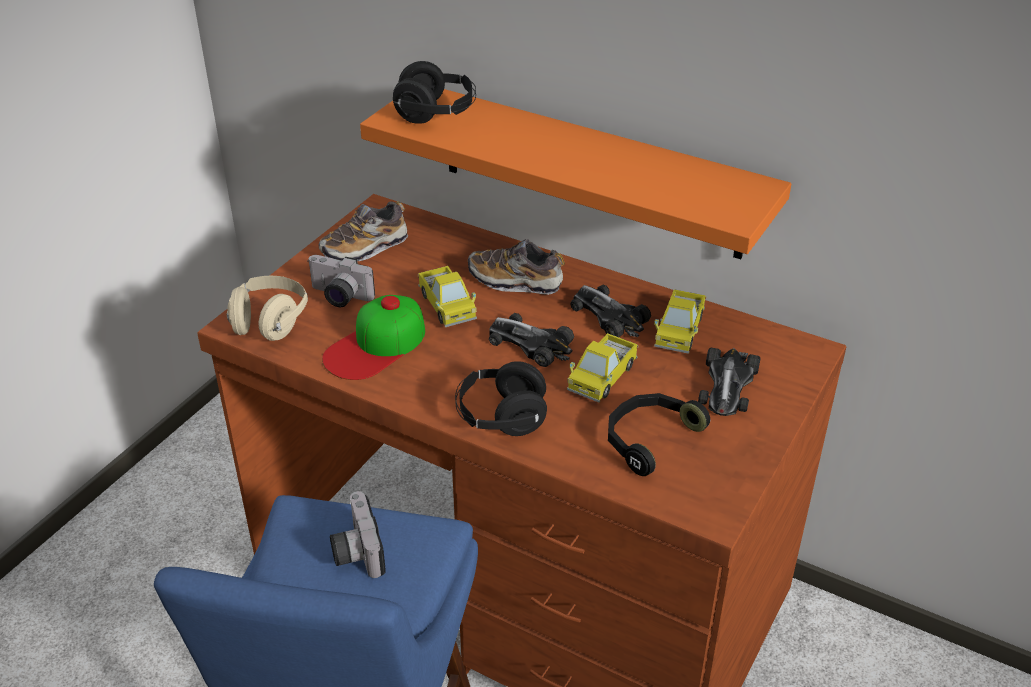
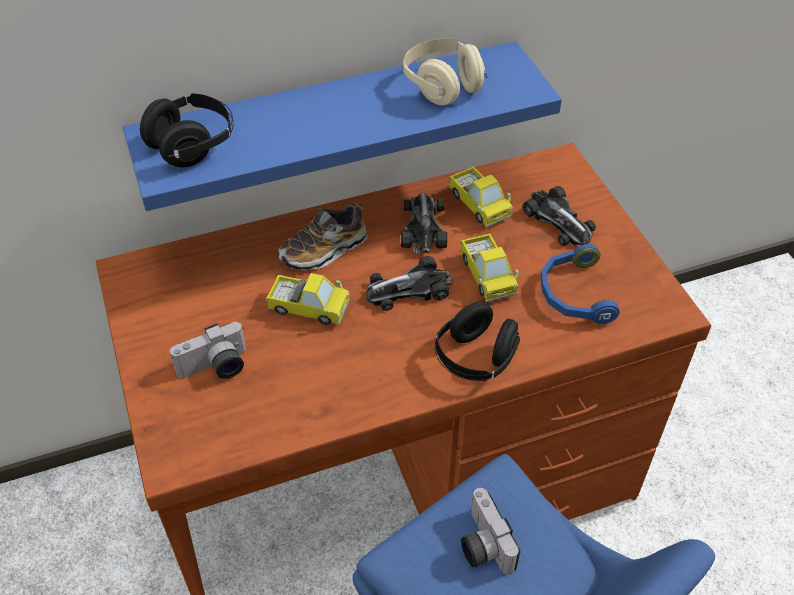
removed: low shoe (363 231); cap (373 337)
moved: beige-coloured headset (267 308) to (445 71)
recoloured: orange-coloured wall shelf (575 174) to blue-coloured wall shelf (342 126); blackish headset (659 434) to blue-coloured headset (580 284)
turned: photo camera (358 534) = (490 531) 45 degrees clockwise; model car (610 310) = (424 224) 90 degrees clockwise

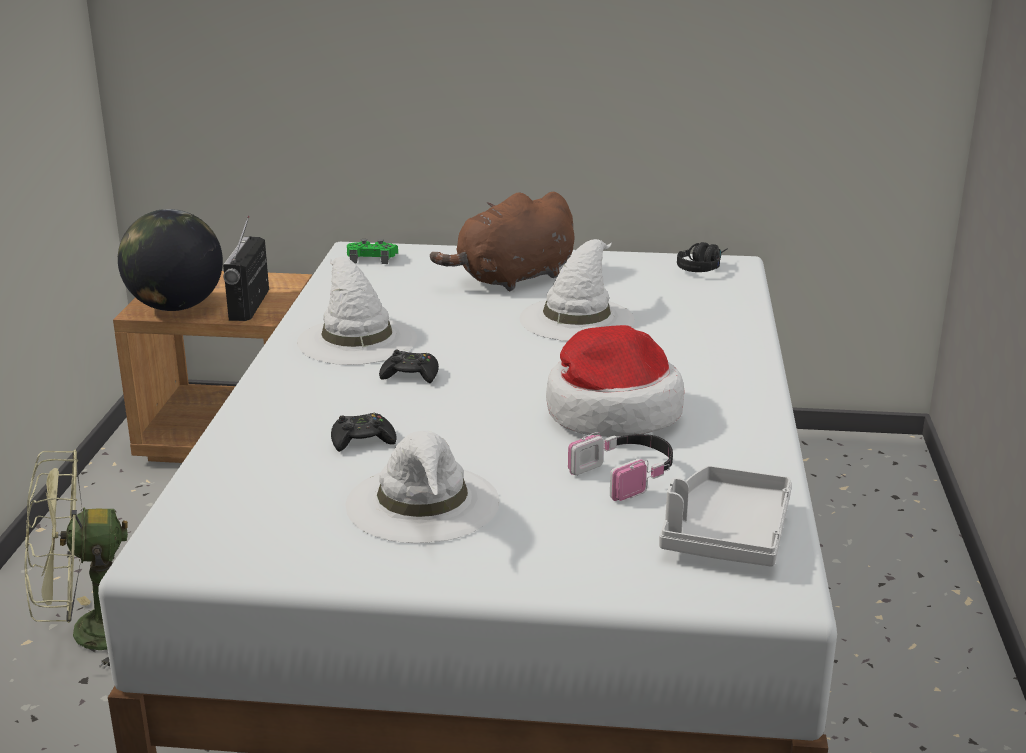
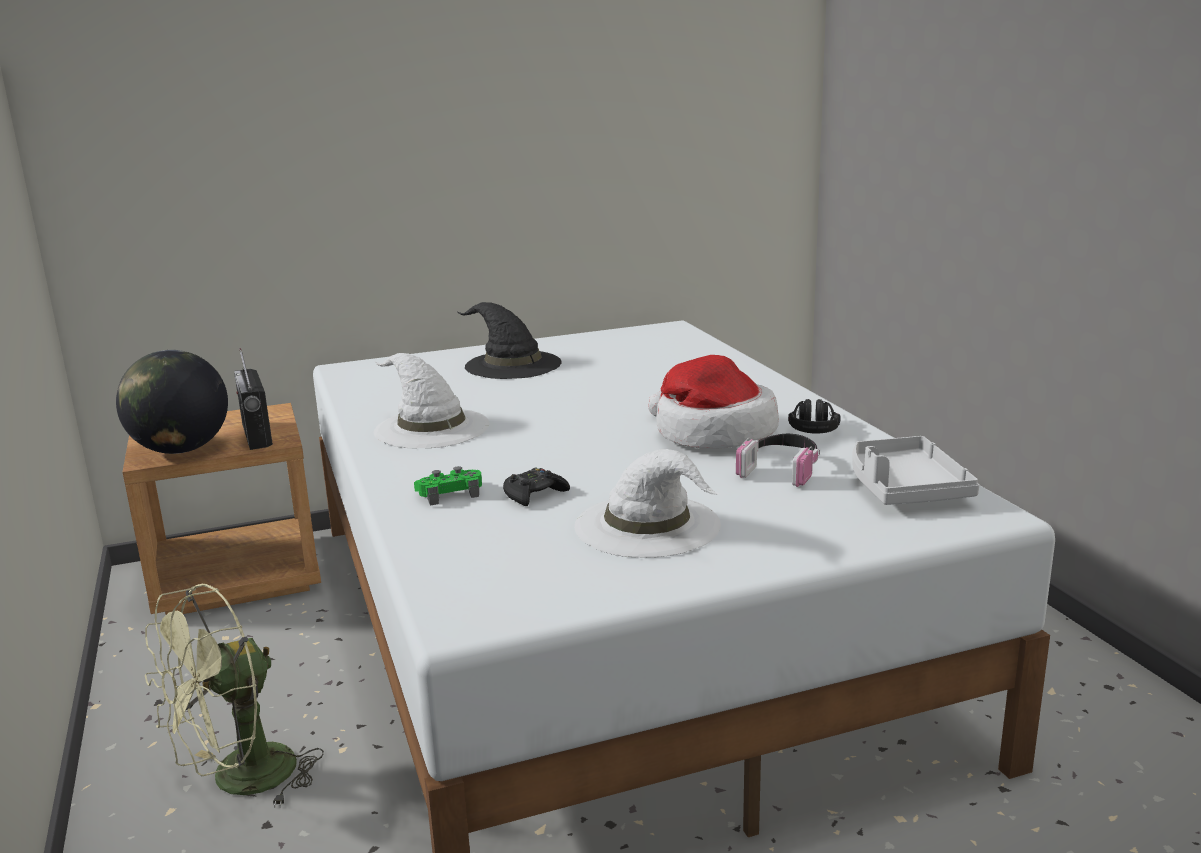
removed: blackish joypad (409 366); white clothing hat (577 290)
moved: green-coloured joypad (372 251) to (448 486); blackish headset (702 257) to (814 416)
replaced: brown cuddly toy (502 241) to blackish clothing hat (509 340)

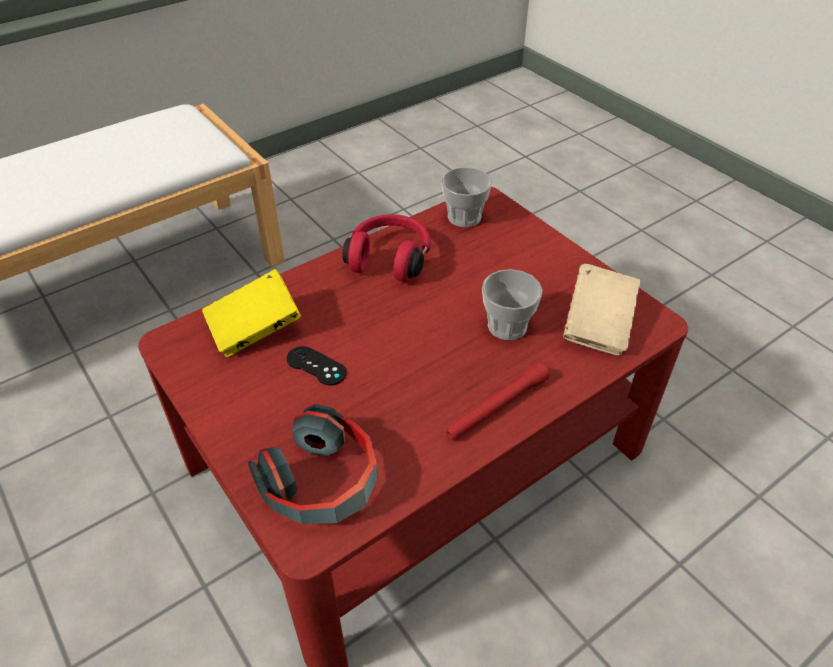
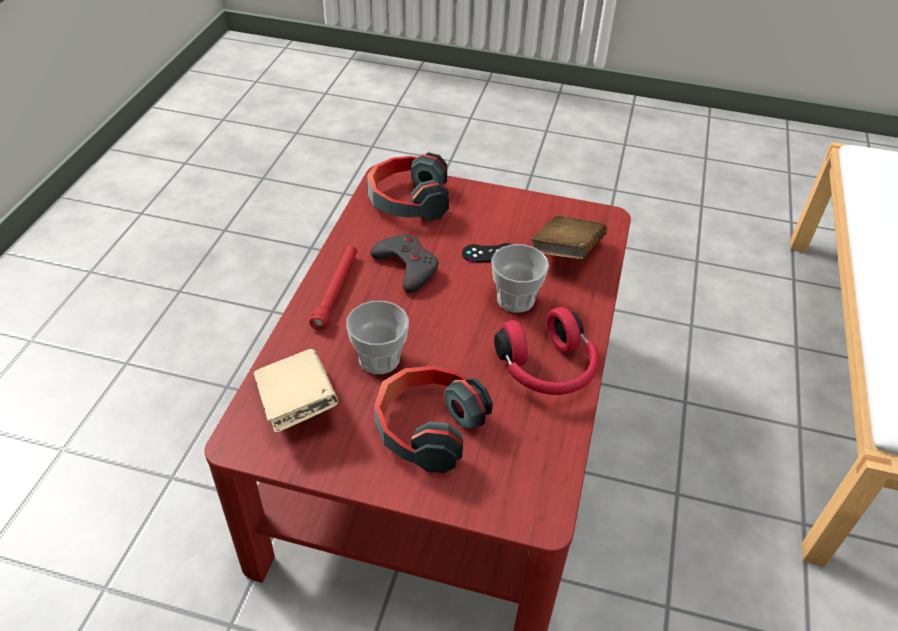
added: gray joypad (404 263); headset (433 419)
moved: drinking cup (466 197) to (520 278)
recoloured: yellow-coloured book (251 313) to brown book (569 237)

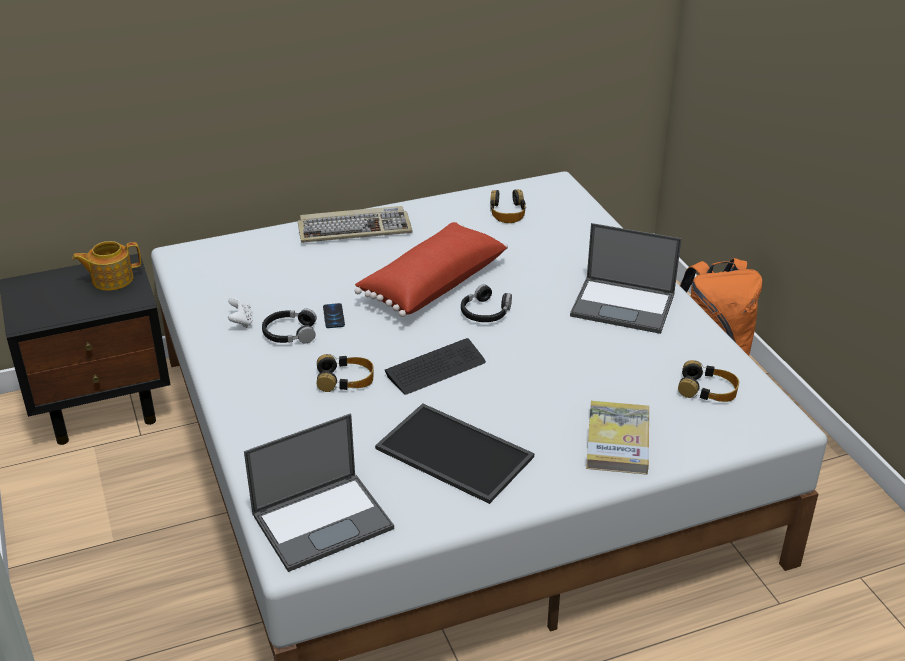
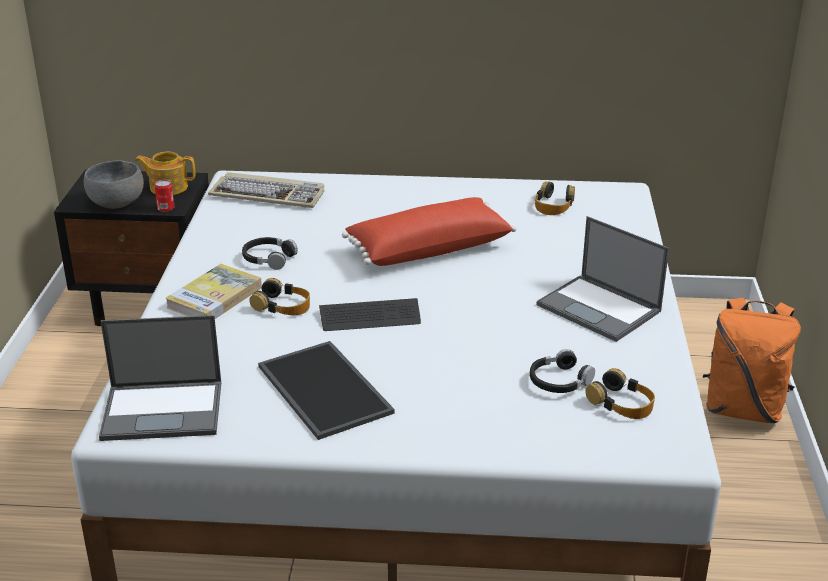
removed: white joypad (240 312); phone (334 315)
added: gray deep dish (114 185); sealed can (164 196)
moved: PC keyboard (355 224) to (266 190); blackish headset (486 303) to (562 371); book (617 438) to (213 291)

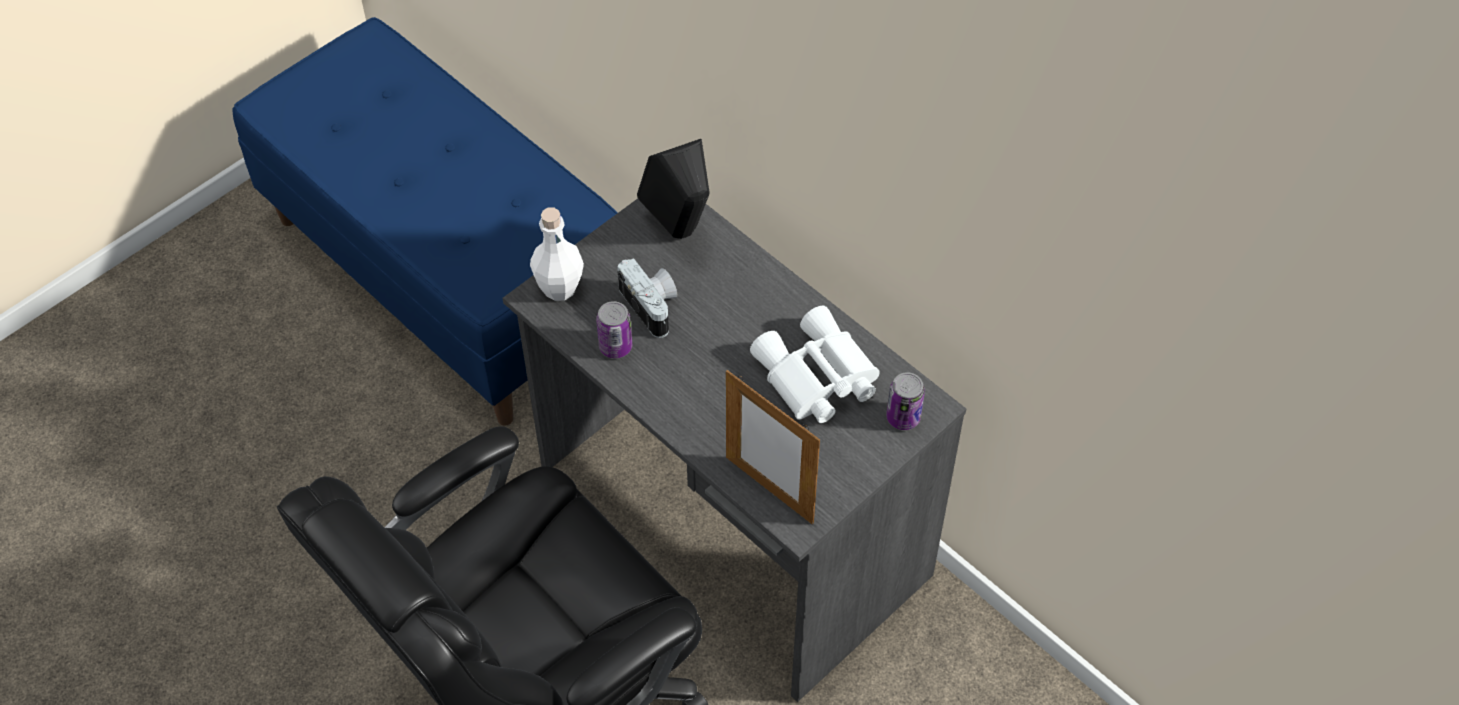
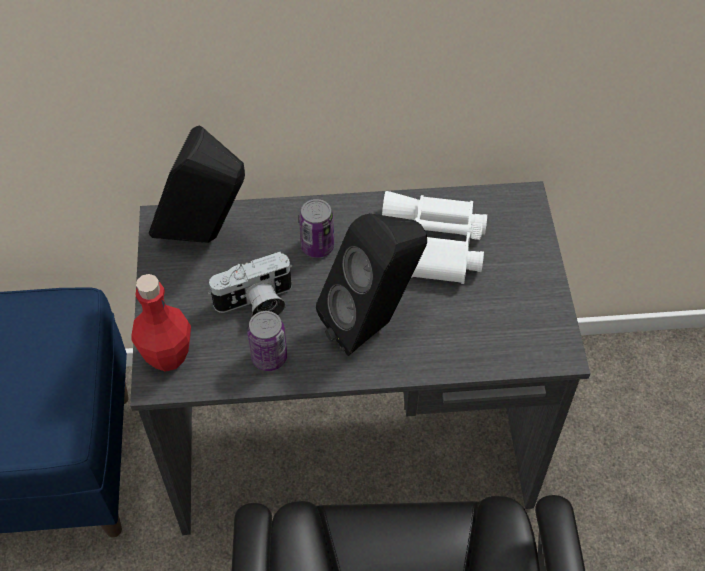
removed: standing frame (773 447)
added: blackish loudspeaker (371 284)
moved: sealed can (905 401) to (316 228)
recoloured: white bottle (557 254) to red bottle (161 323)
turned: photo camera (647 298) = (250 284) 150 degrees clockwise

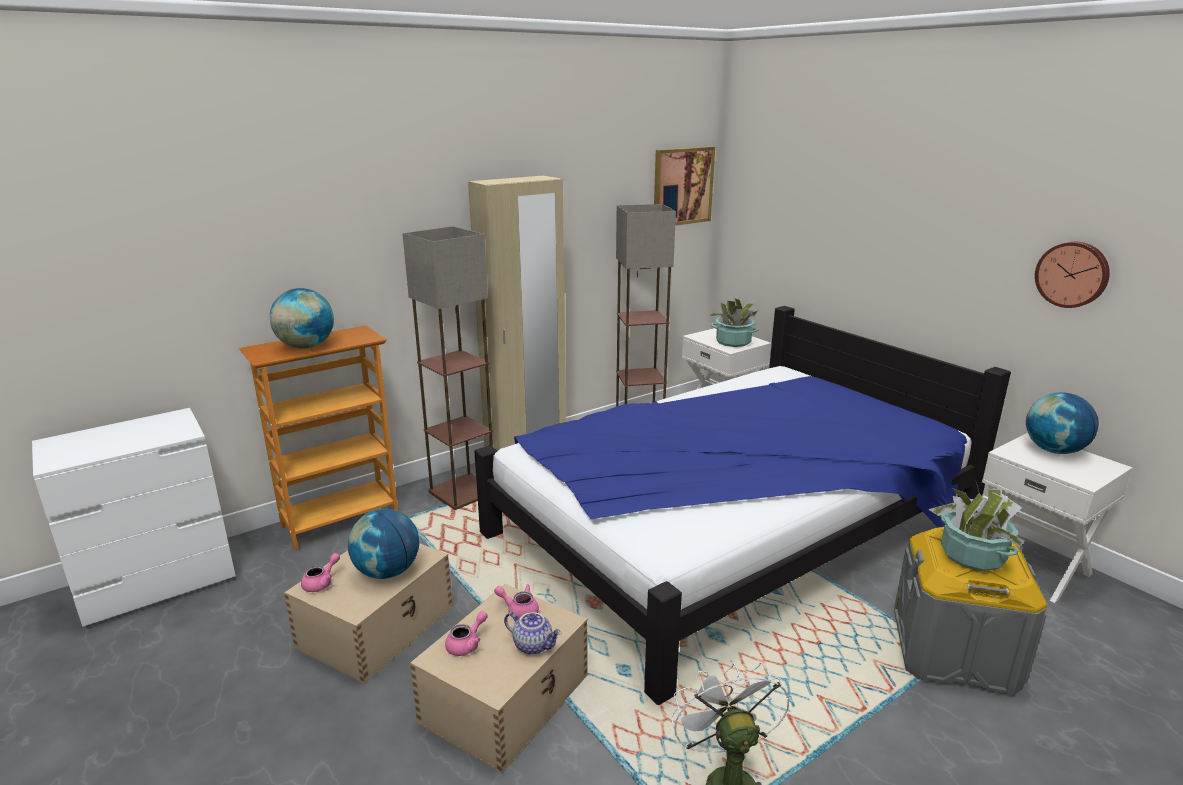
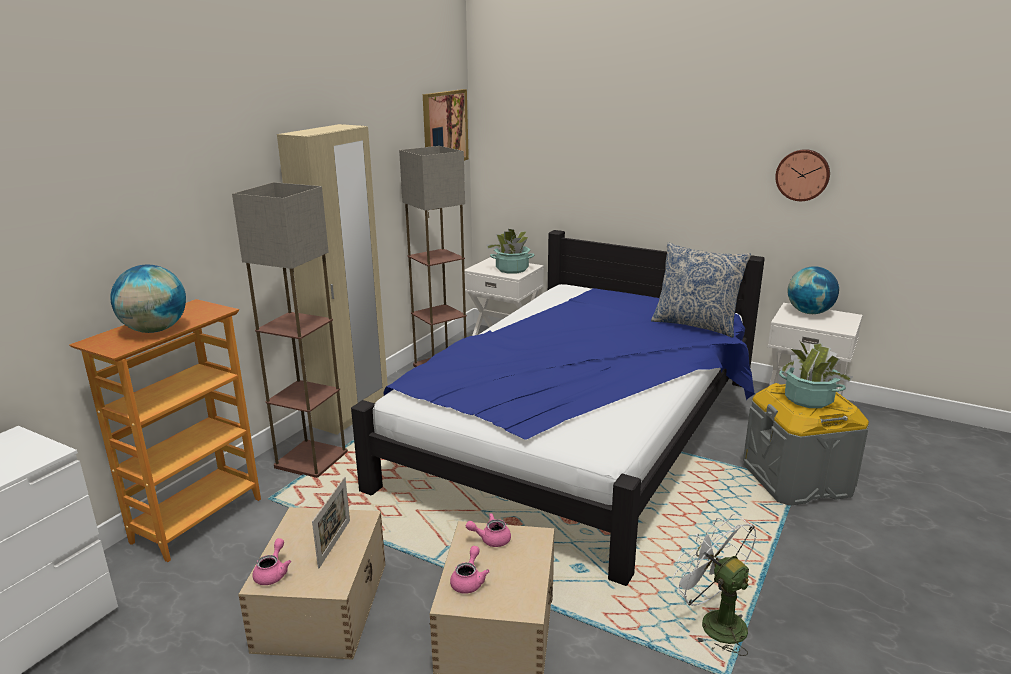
removed: tea pot (532 633)
added: pillow (701 290)
replaced: desk globe (383 544) to standing frame (331 522)

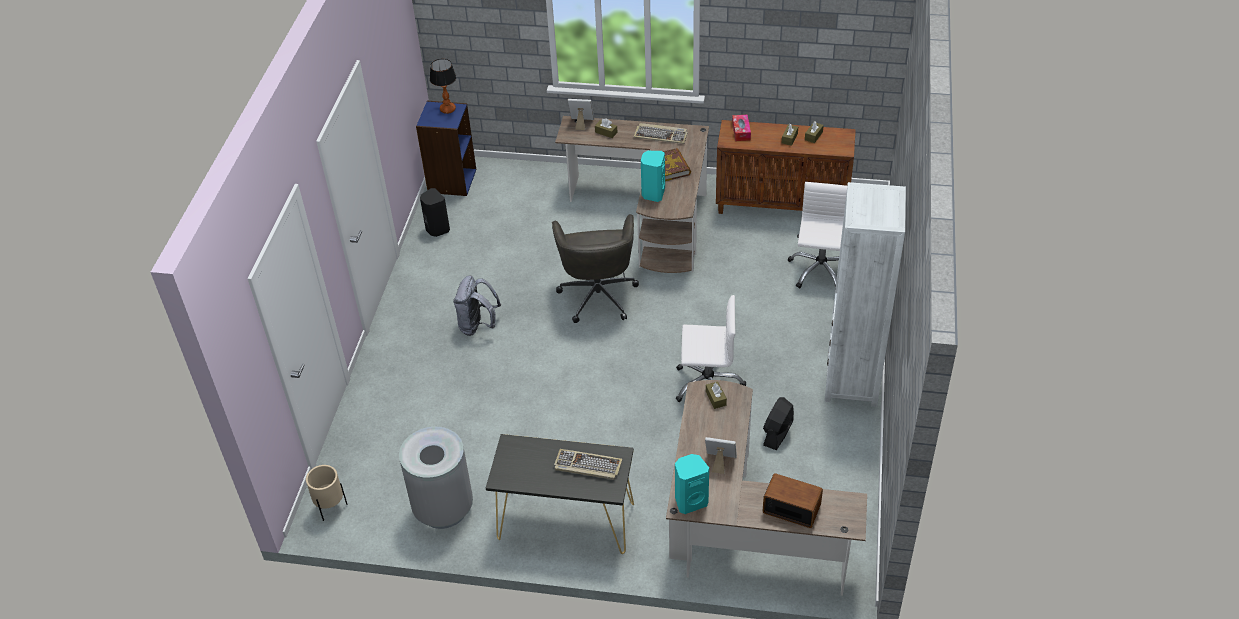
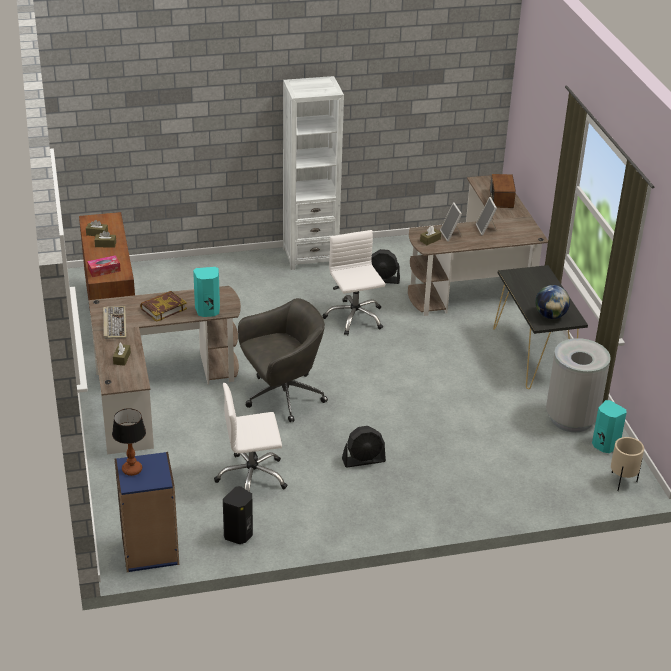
removed: PC keyboard (588 464)
added: desk globe (552 302)
moved: standing frame (581 114) to (451 222); blue-green loudspeaker (692 484) to (609 426); white office chair (817 235) to (251 437)
replaced: gray knapsack (477 305) to blackish fan (364 447)

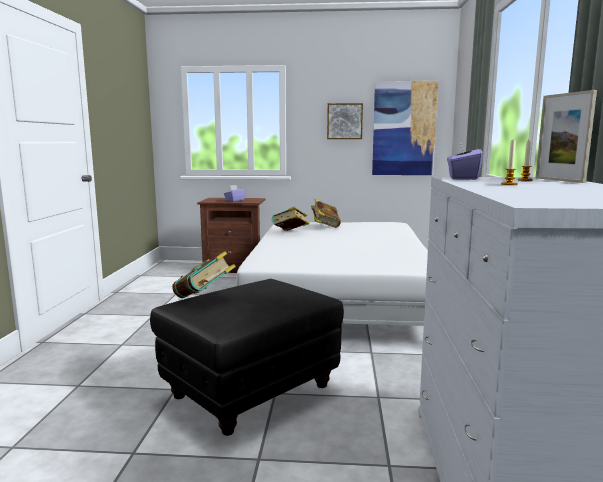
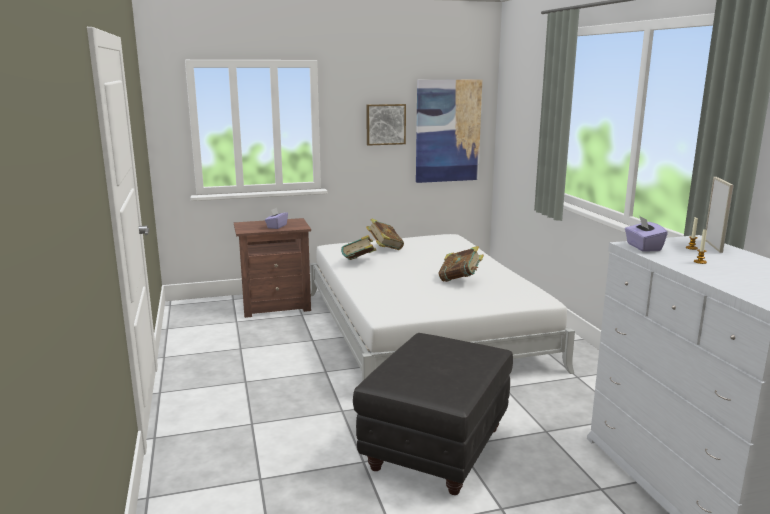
moved: book (204 274) to (461 264)
turned: standing frame (566 136) = (720 215) 135 degrees counterclockwise

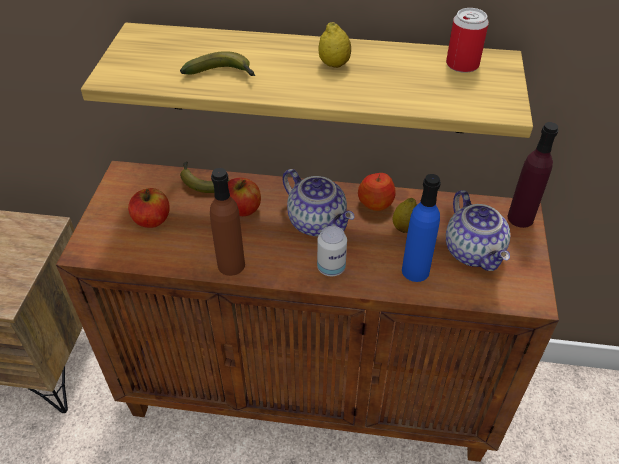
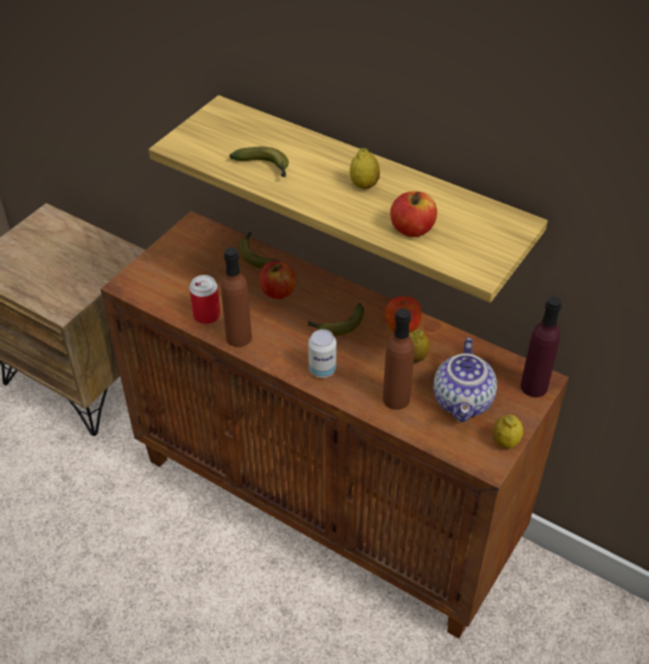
added: citrus fruit (508 432)
moved: whole apple (149 208) to (413 214); sealed can (467 40) to (204 299)
replaced: tea pot (318 202) to whole banana (335 319)
recoloured: blue-coloured bottle (421 228) to brown bottle (398 359)

